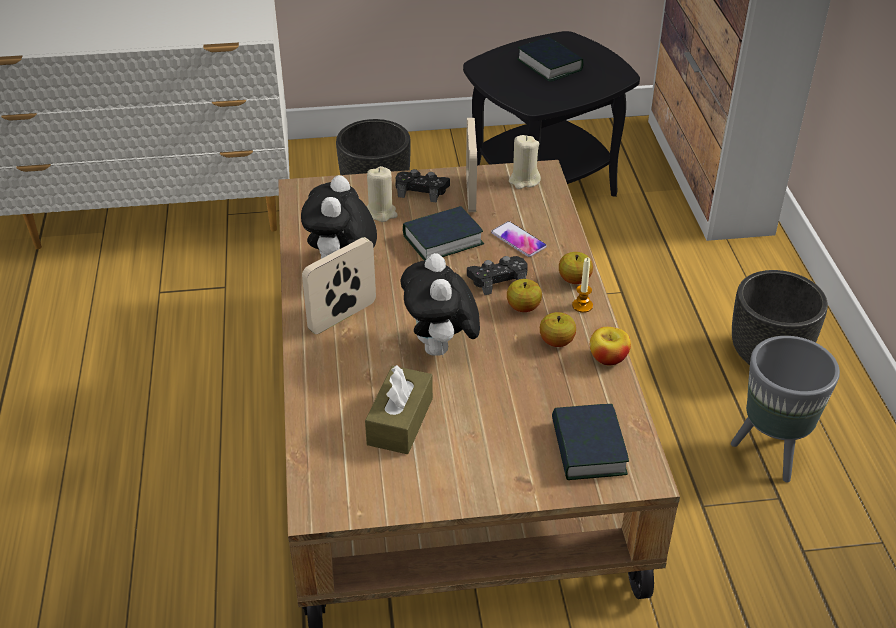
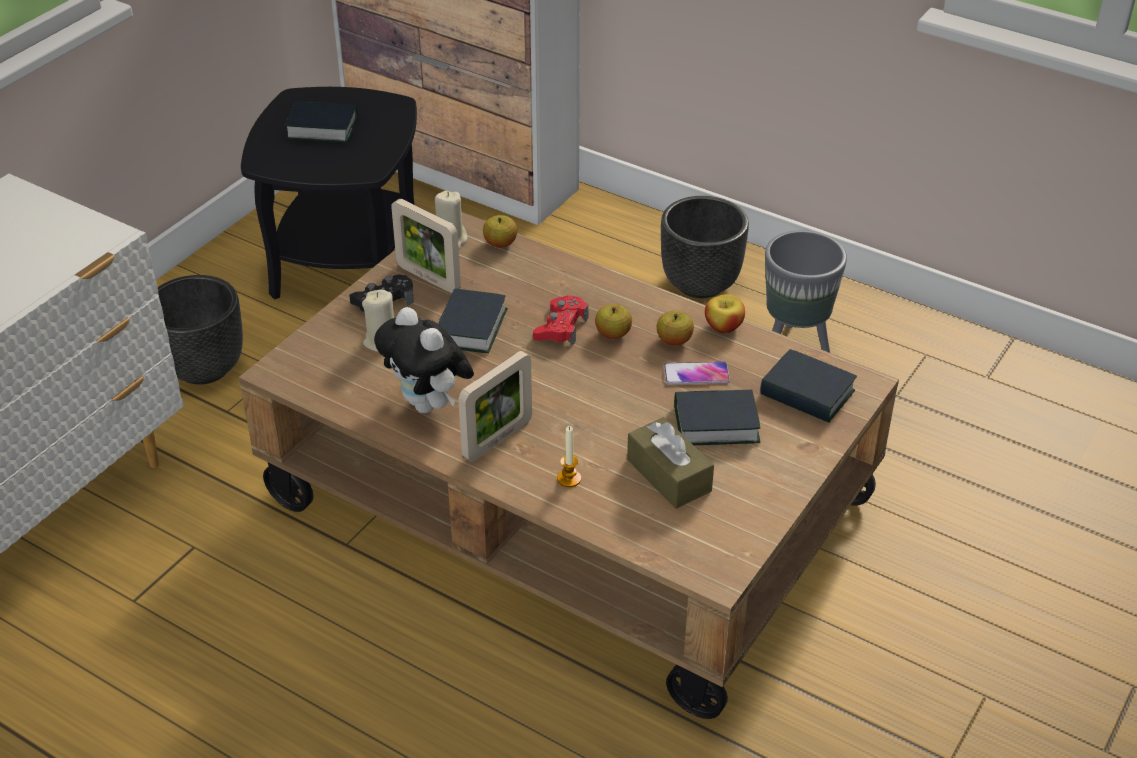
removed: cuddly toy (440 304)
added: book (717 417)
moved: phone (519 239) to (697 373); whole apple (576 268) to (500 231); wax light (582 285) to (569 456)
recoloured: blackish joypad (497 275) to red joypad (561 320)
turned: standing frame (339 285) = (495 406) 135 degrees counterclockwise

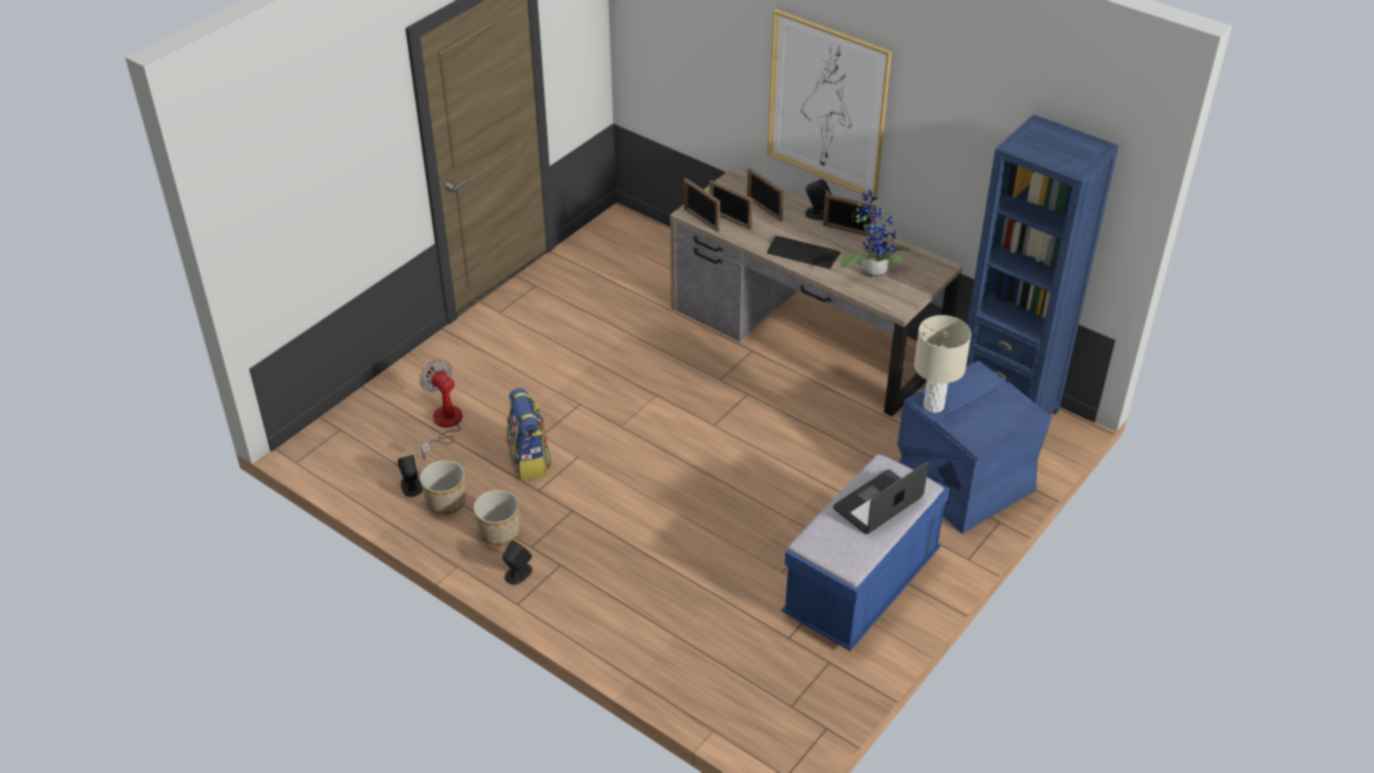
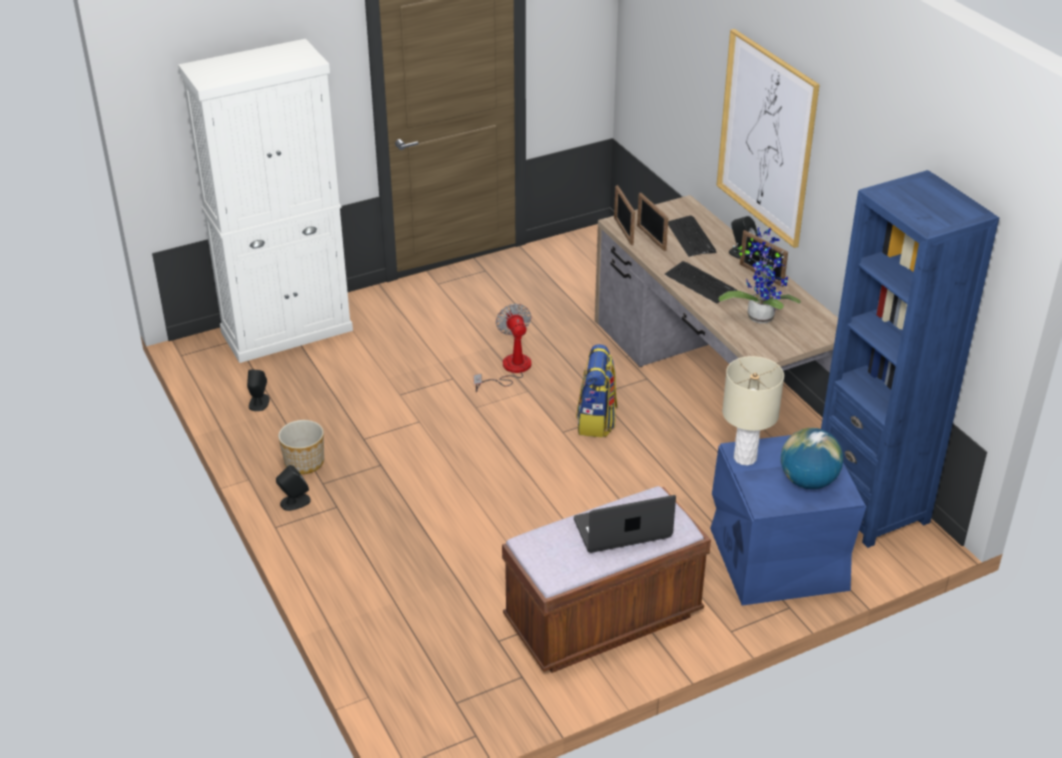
removed: plant pot (443 487)
added: white cabinet (265 201); desk globe (812 458)
moved: fan (441 409) to (502 348); knapsack (529 434) to (596 390)
replaced: standing frame (765 195) to PC keyboard (692 236)
recoloured: blue-coloured indoor bench (866 552) to brown indoor bench (606 579)

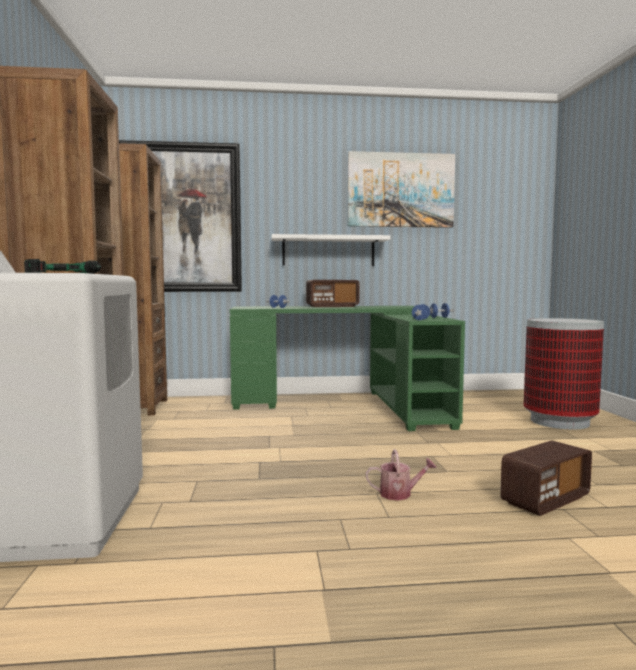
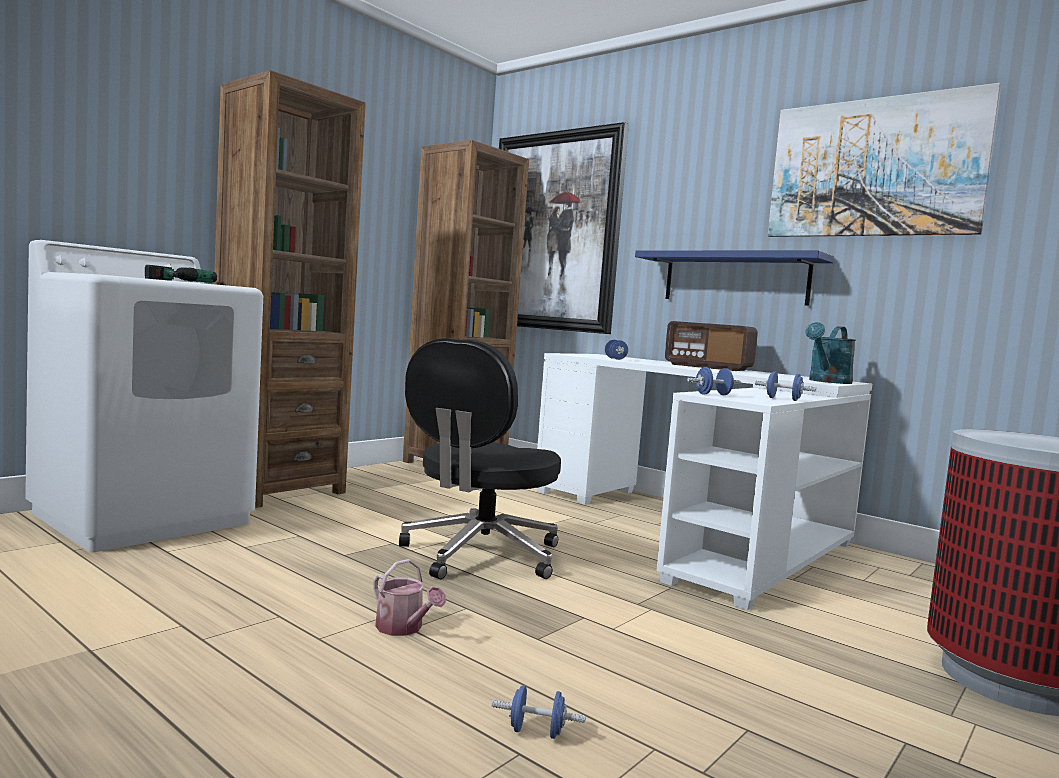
added: blackish office chair (480 458); blue-green sprinkling can (830 353)
replaced: radio (546 478) to blue-coloured hand weight (539 712)
recoloured: green-coloured desk table (347 368) to white desk table (704 481); white wall shelf (331 250) to blue-coloured wall shelf (734 278)

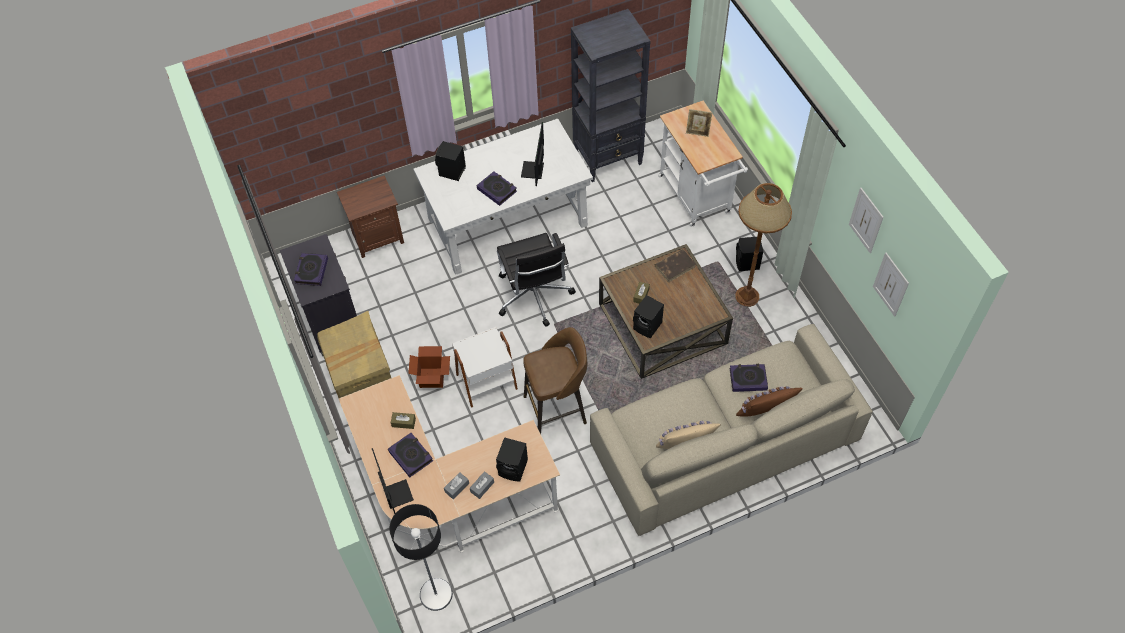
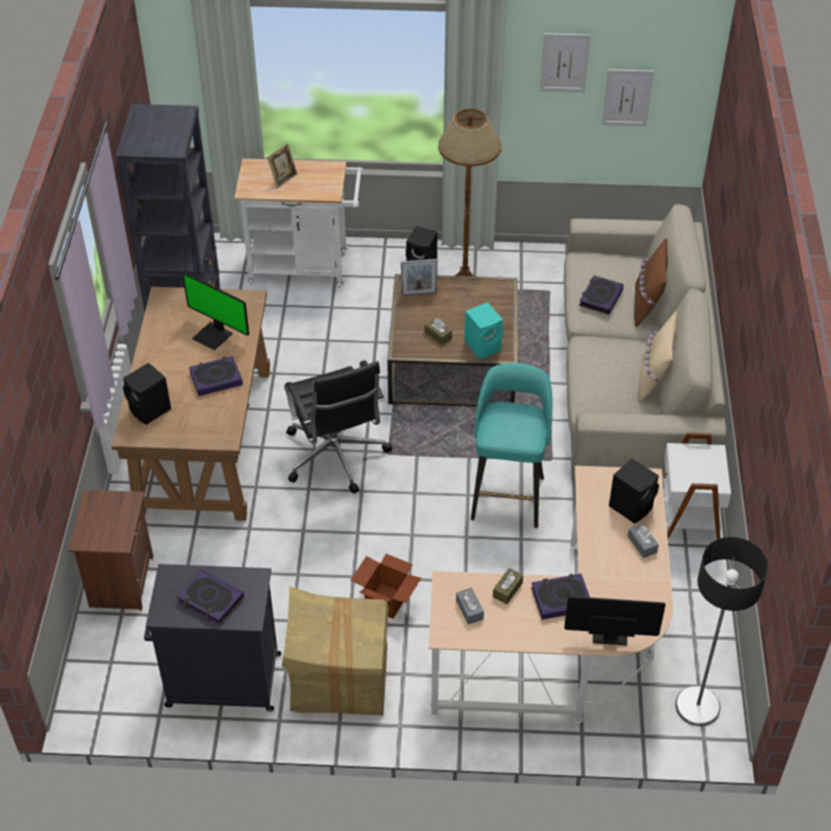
moved: gray tissue box (456 485) to (470 606); white end table (485 367) to (697 486)
replaced: brown book (675 266) to standing frame (419 277)
recoloured: white desk table (503 197) to brown desk table (190 404); brown sitting stool (555 380) to blue-green sitting stool (512 445); blackish loudspeaker (648 316) to blue-green loudspeaker (483 330)
turned: blackish office chair (536 280) = (338 427) 60 degrees clockwise

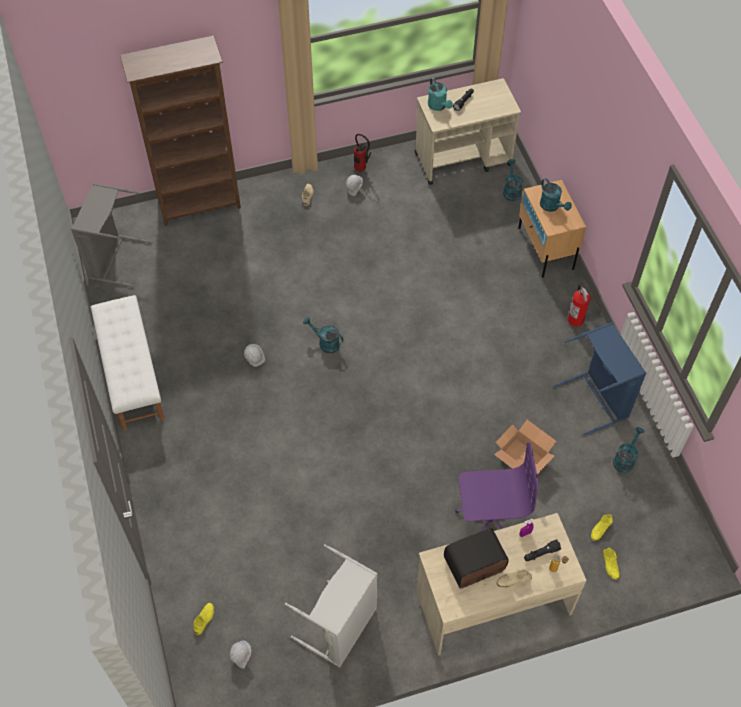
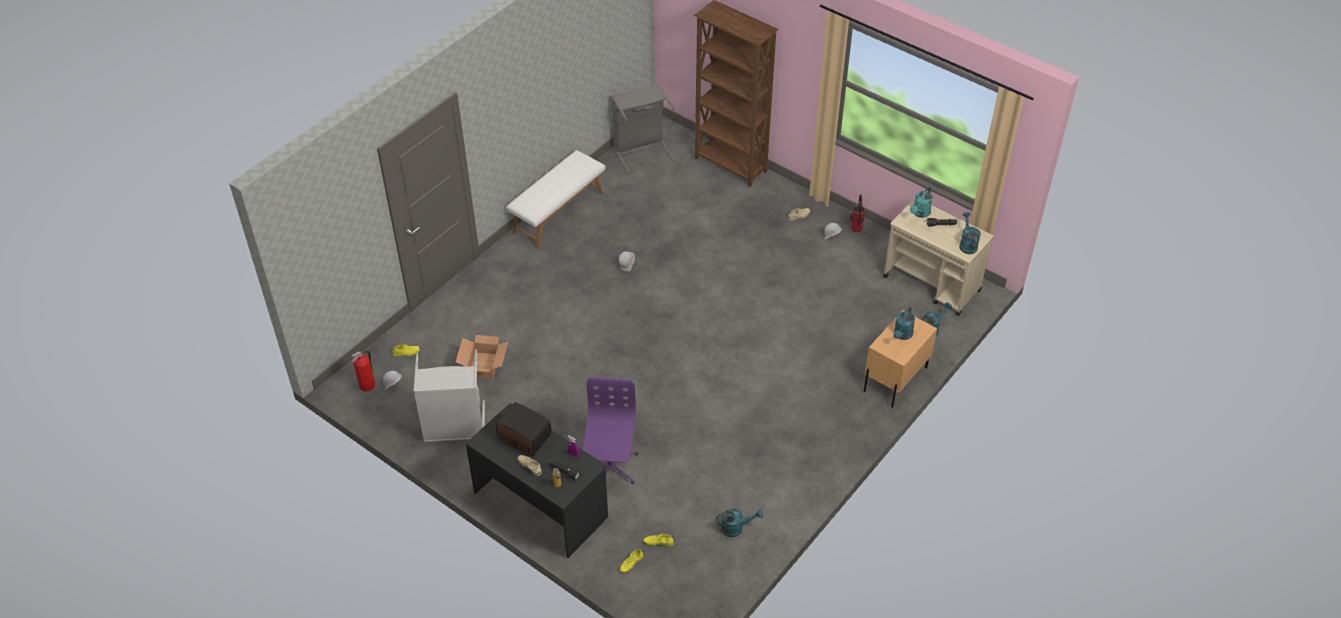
removed: blue-coloured washing basket (599 379)
moved: blue-green sprinkling can (323 335) to (970 233); carton (525 447) to (482 357); fire extinguisher (579 305) to (363 371)
recoloured: beige-coloured desk table (501 584) to blackish desk table (537 480)
turned: purplish office chair (497 487) = (610 430) 135 degrees counterclockwise

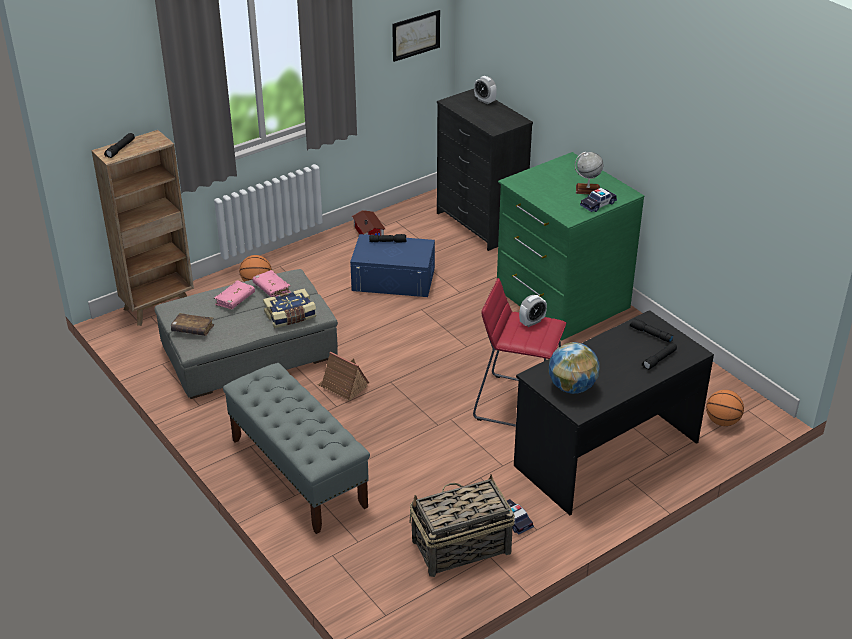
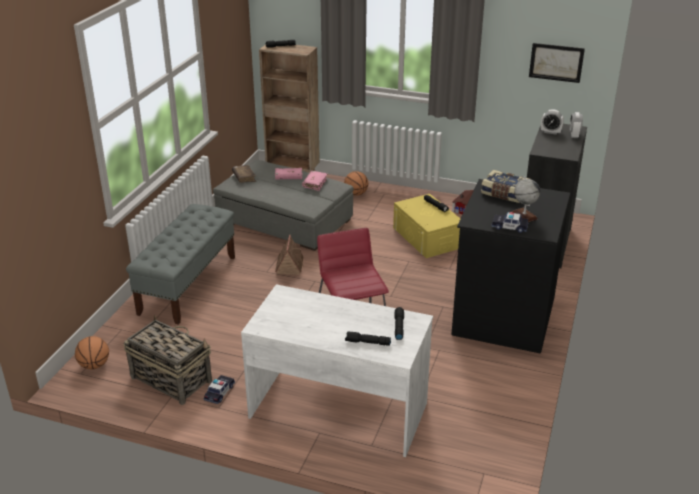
removed: desk globe (574 368)
moved: book (289 308) to (505 186); alarm clock (533 311) to (552 122); basketball ball (725 408) to (92 352)
recoloured: blue-coloured storage bin (392 265) to yellow-coloured storage bin (426 226); green-coloured drawer chest (570 246) to blackish drawer chest (511 266); blackish desk table (614 412) to white desk table (337 370)

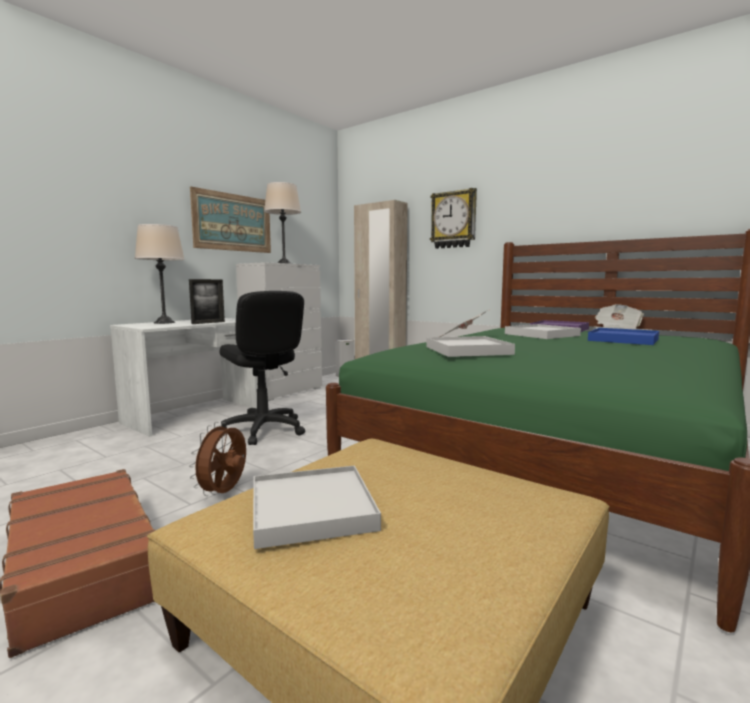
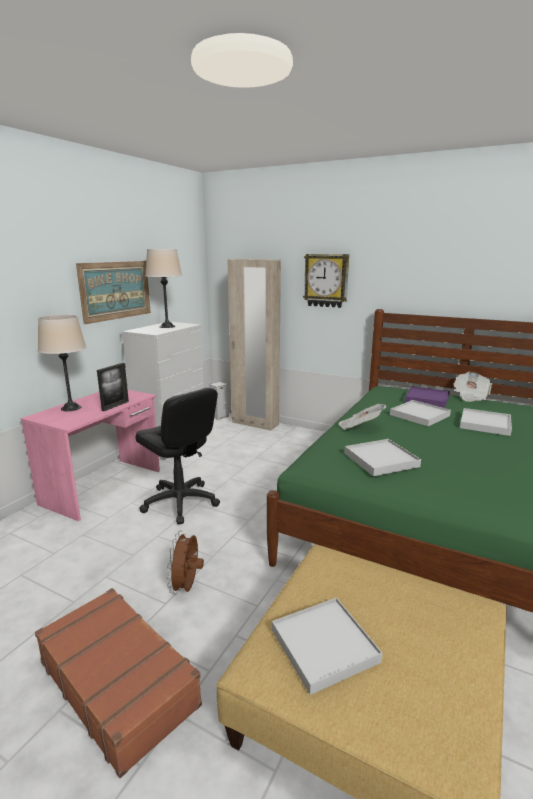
recoloured: white desk table (183 377) to pink desk table (90 455); blue-coloured tray (623 336) to white tray (486 422)

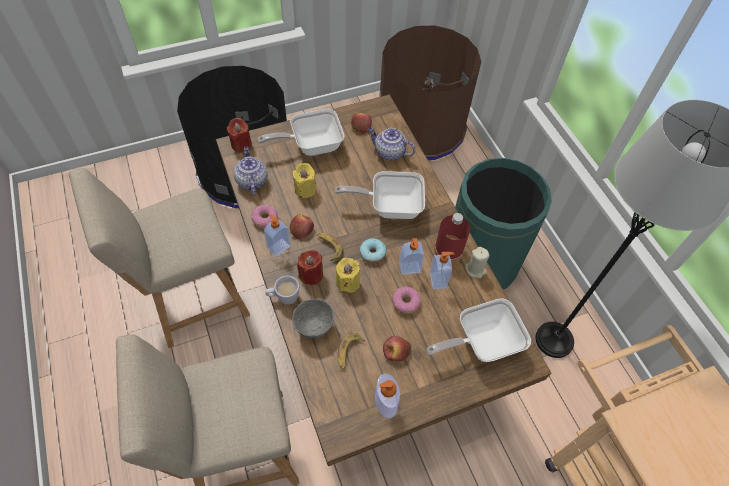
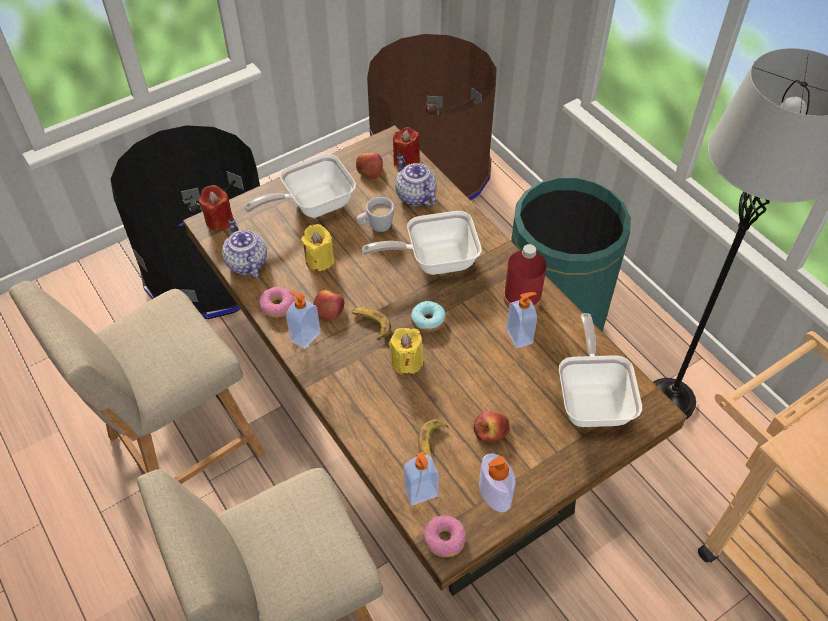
removed: gray deep dish (313 318); beige-coloured wax light (477 262)
moved: white coffee mug (282 290) to (375 214); red wax light (310 267) to (406 147); donut (406 300) to (445 536); liquid soap bottle (412 256) to (421 479)
turned: tea pot (392 144) = (416 181) 45 degrees clockwise; frying pan (478 330) = (600 370) 120 degrees clockwise

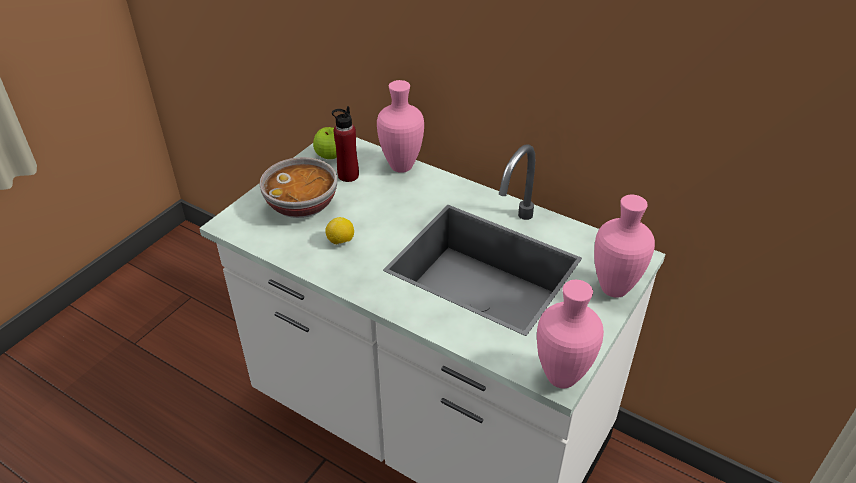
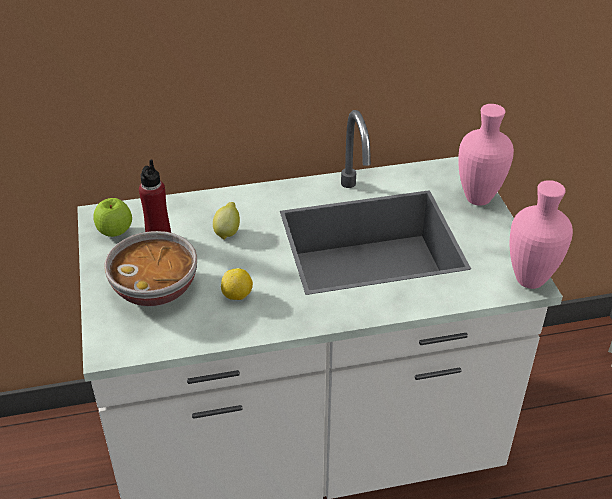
removed: pink vase (400 126)
added: citrus fruit (226 221)

